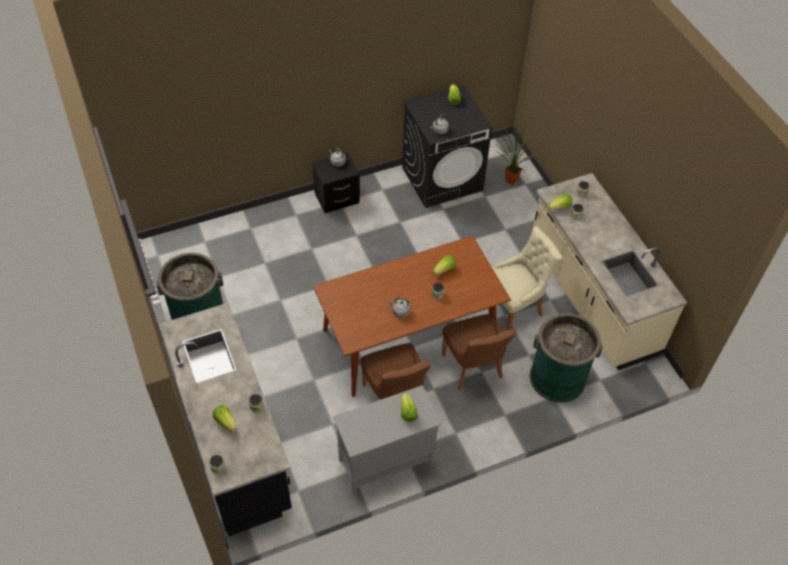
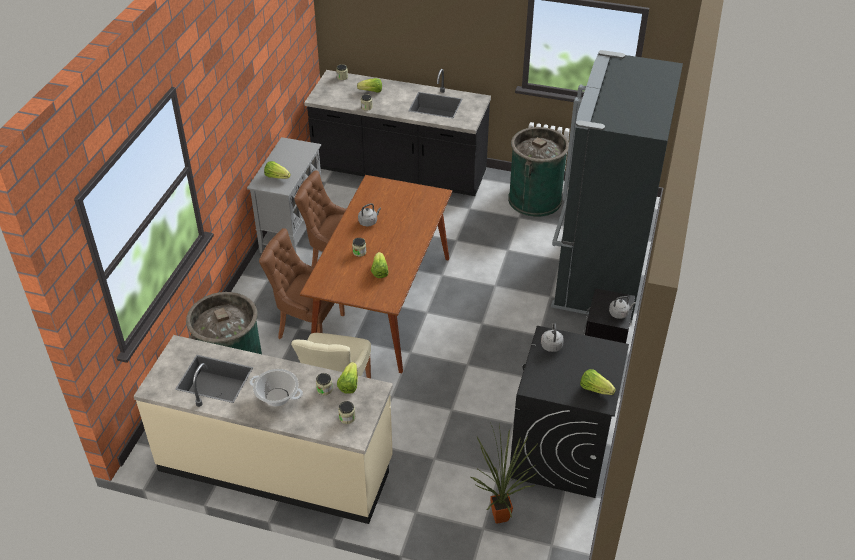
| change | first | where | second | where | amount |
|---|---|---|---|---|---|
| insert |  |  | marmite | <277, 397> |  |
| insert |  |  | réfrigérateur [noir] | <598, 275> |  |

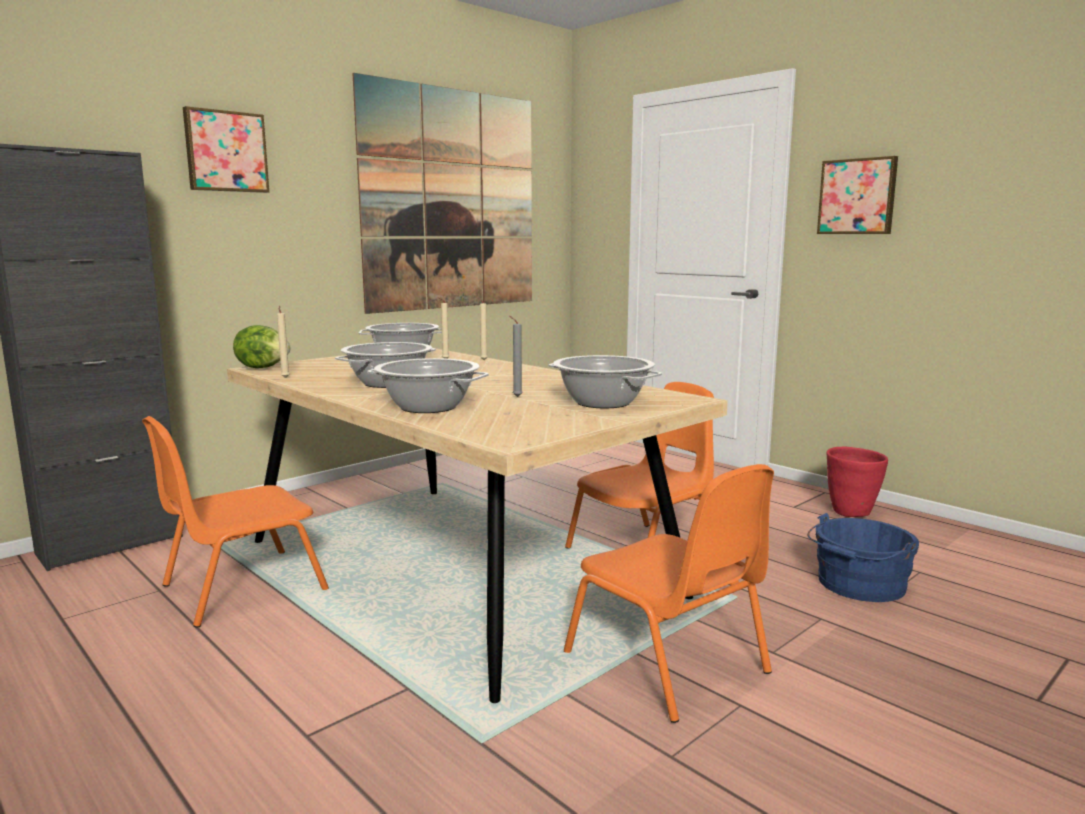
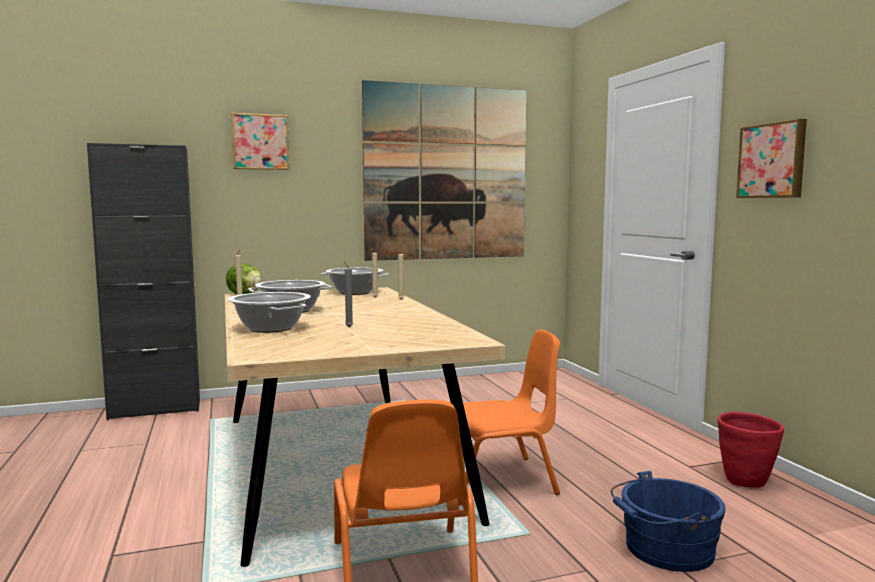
| change | first | where | second | where | amount |
|---|---|---|---|---|---|
| delete | chaise [orange] | <241, 588> |  |  |  |
| delete | marmite | <602, 402> |  |  |  |

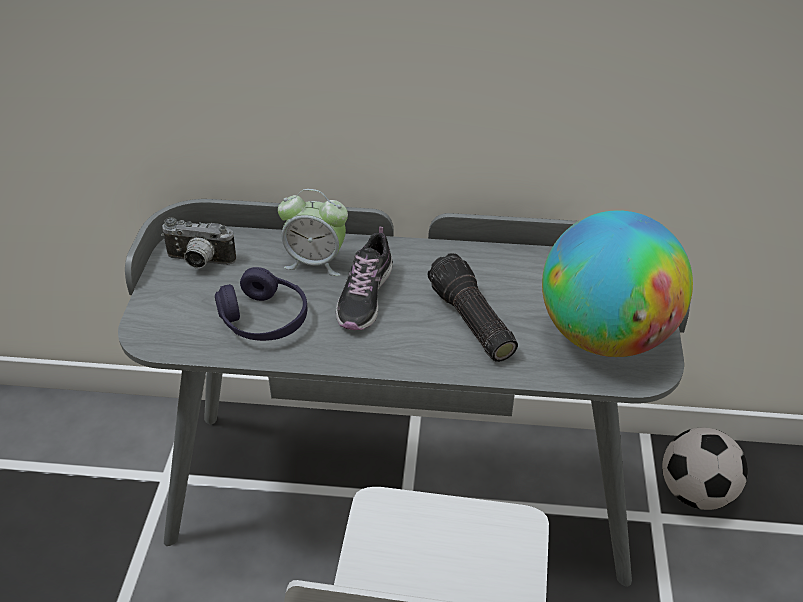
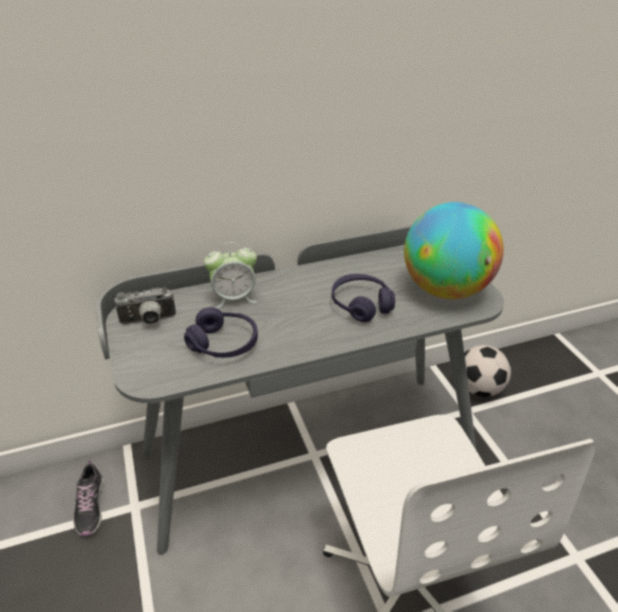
| change | first | where | second | where | amount |
|---|---|---|---|---|---|
| move | chaussure | <365, 296> |  | <90, 506> |  |
| replace | lampe de poche | <469, 321> | casque audio [violet] | <361, 305> |  |

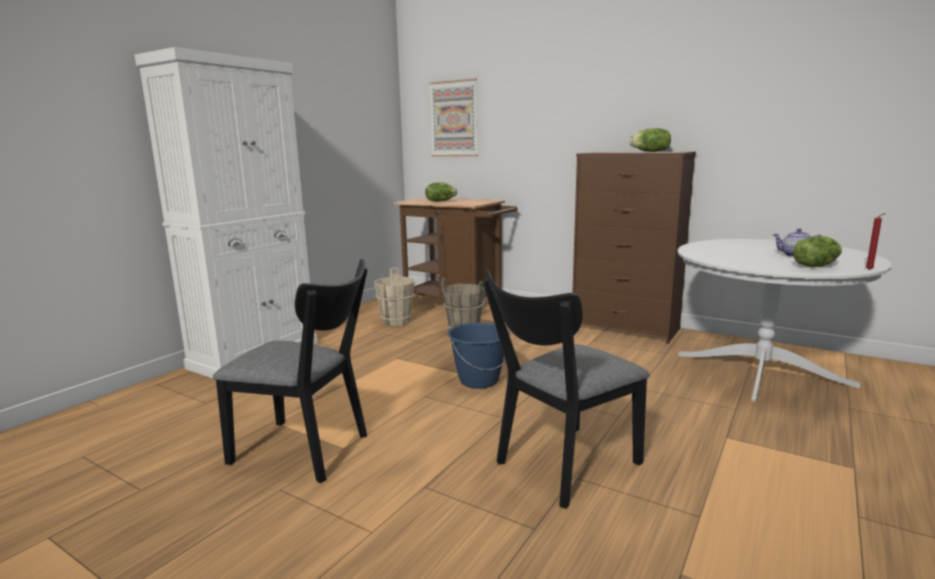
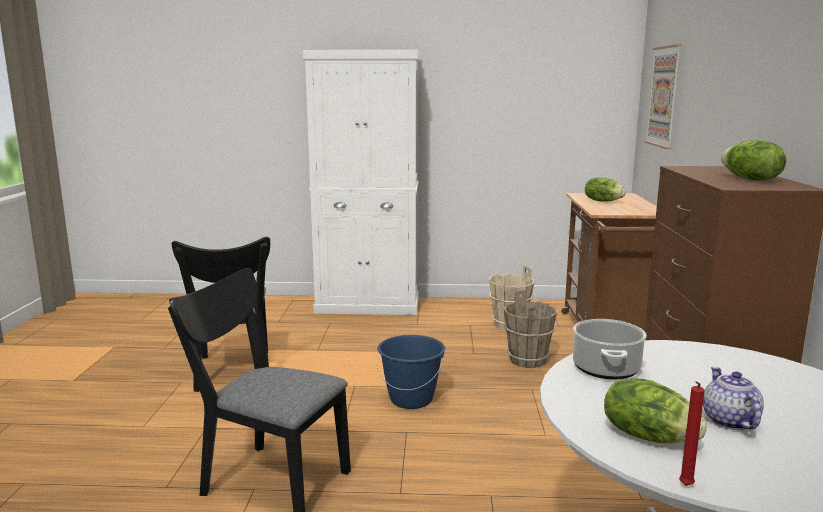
| change | first | where | second | where | amount |
|---|---|---|---|---|---|
| insert |  |  | marmite | <606, 369> |  |

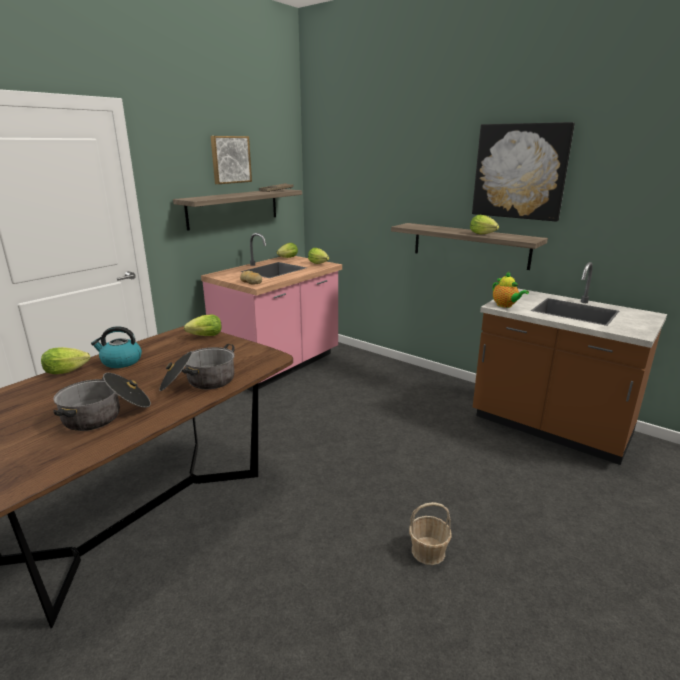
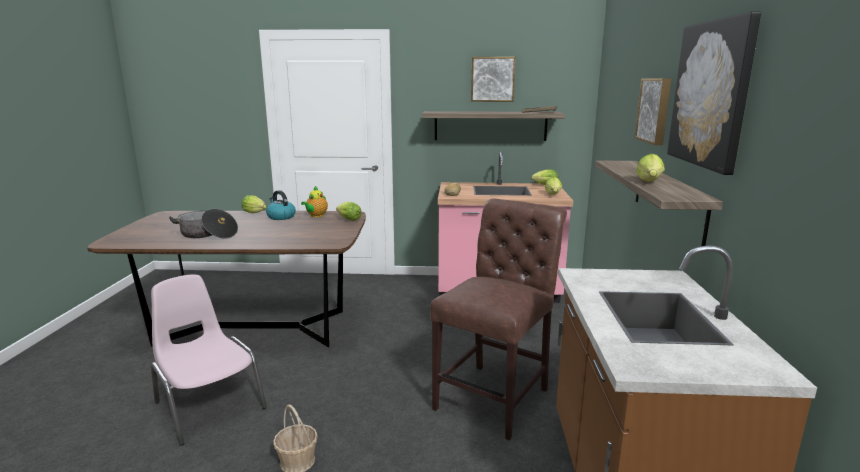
| change | first | where | second | where | amount |
|---|---|---|---|---|---|
| delete | marmite | <199, 382> |  |  |  |
| insert |  |  | chaise [rose] | <208, 405> |  |
| insert |  |  | chaise [marron] | <496, 395> |  |
| insert |  |  | tableau | <655, 110> |  |
| move | théière | <505, 305> |  | <316, 216> |  |

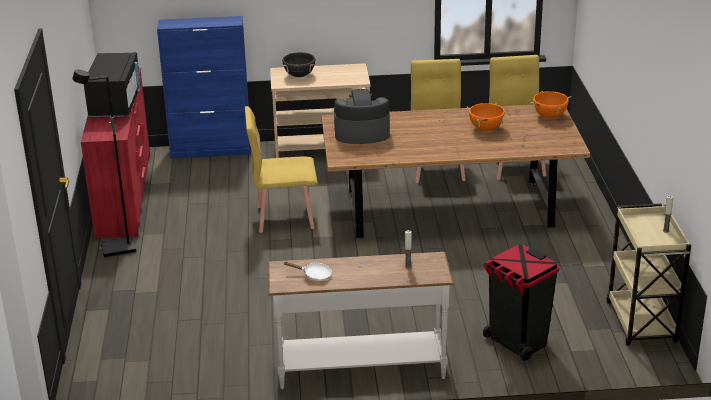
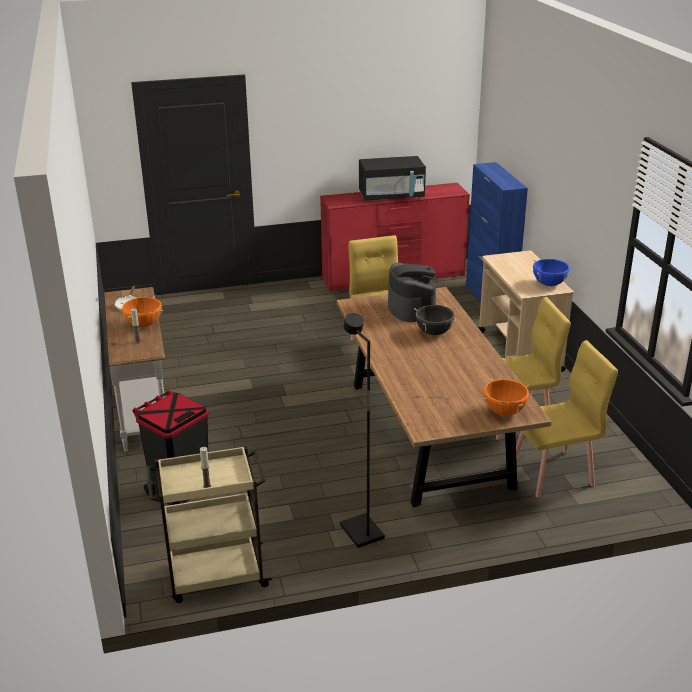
| change | first | where | second | where | amount |
|---|---|---|---|---|---|
| insert |  |  | marmite [bleu] | <549, 284> |  |
| move | lampadaire [noir] | <118, 249> |  | <360, 532> |  |
| move | marmite [noir] | <299, 75> |  | <434, 332> |  |
| move | marmite [orange] | <486, 128> |  | <144, 325> |  |

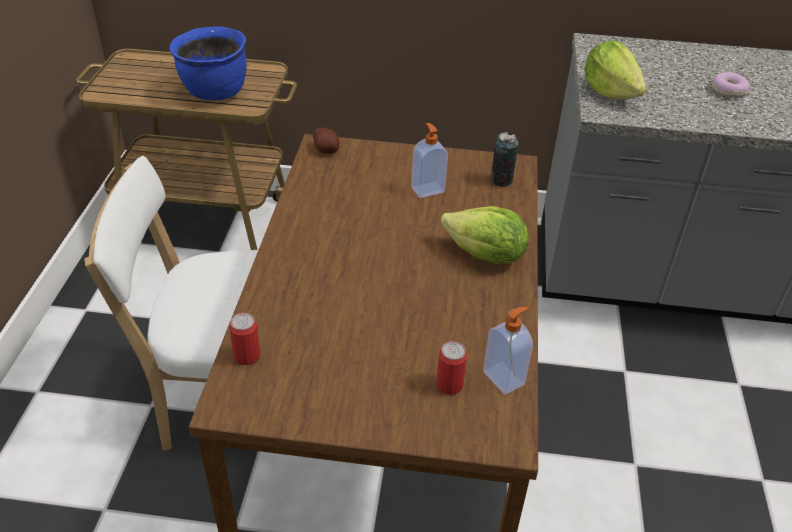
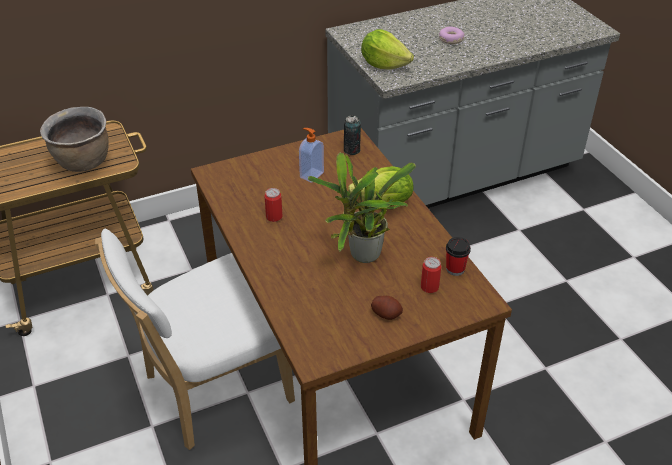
| change | first | where | second | where | amount |
|---|---|---|---|---|---|
| insert |  |  | plante en pot | <362, 257> |  |
| move | boîte métallique | <247, 356> |  | <274, 217> |  |
| move | pomme de terre | <326, 150> |  | <386, 314> |  |
| replace | distributeur de savon | <504, 377> | tasse | <455, 269> |  |
| recolor | marmite [bleu] | <215, 92> | marmite [marron] | <83, 162> |  |

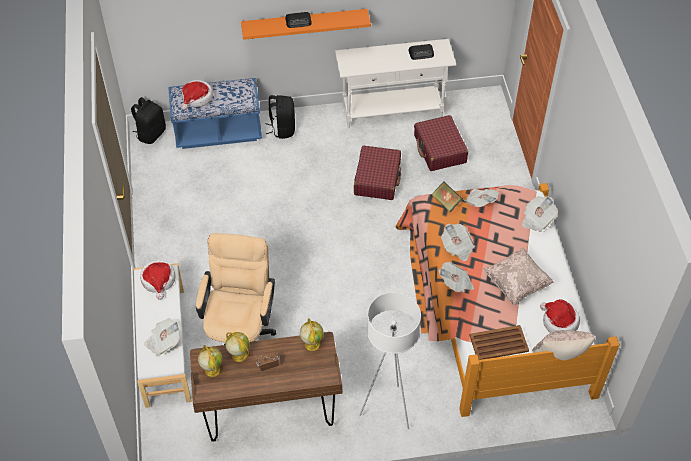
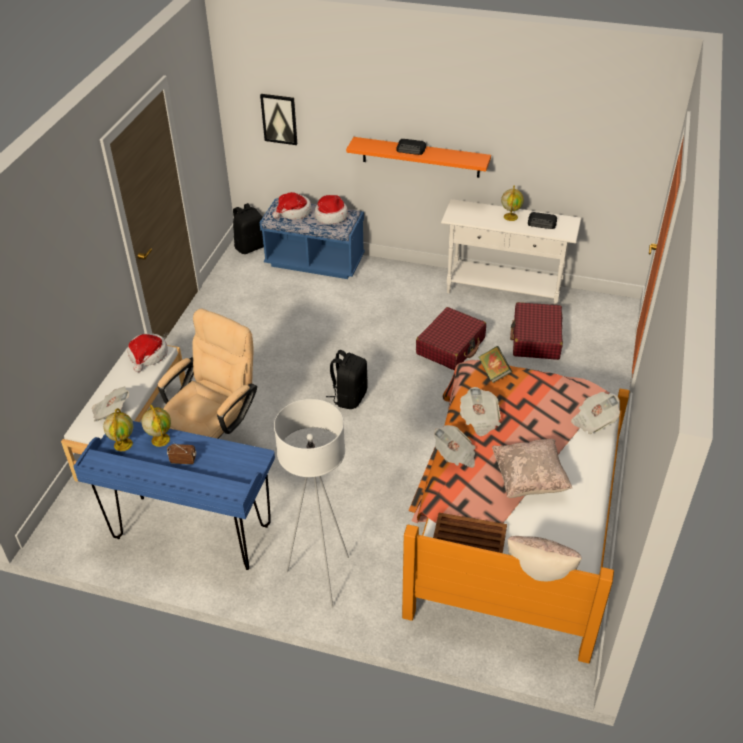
| change | first | where | second | where | amount |
|---|---|---|---|---|---|
| delete | journal | <480, 202> |  |  |  |
| insert |  |  | tableau | <279, 119> |  |
| move | sac à dos [noir] | <282, 129> |  | <349, 397> |  |
| move | globe | <312, 344> |  | <510, 216> |  |
| move | chapeau | <559, 322> |  | <330, 216> |  |
| recolor | bureau [marron] | <270, 413> | bureau [bleu] | <192, 533> |  |

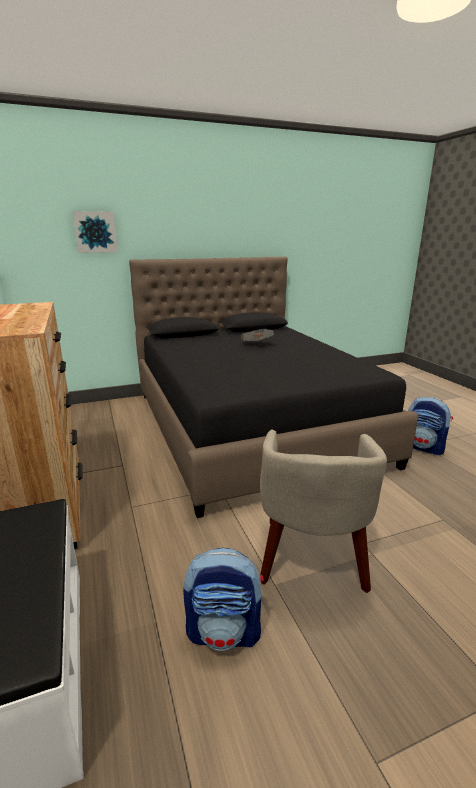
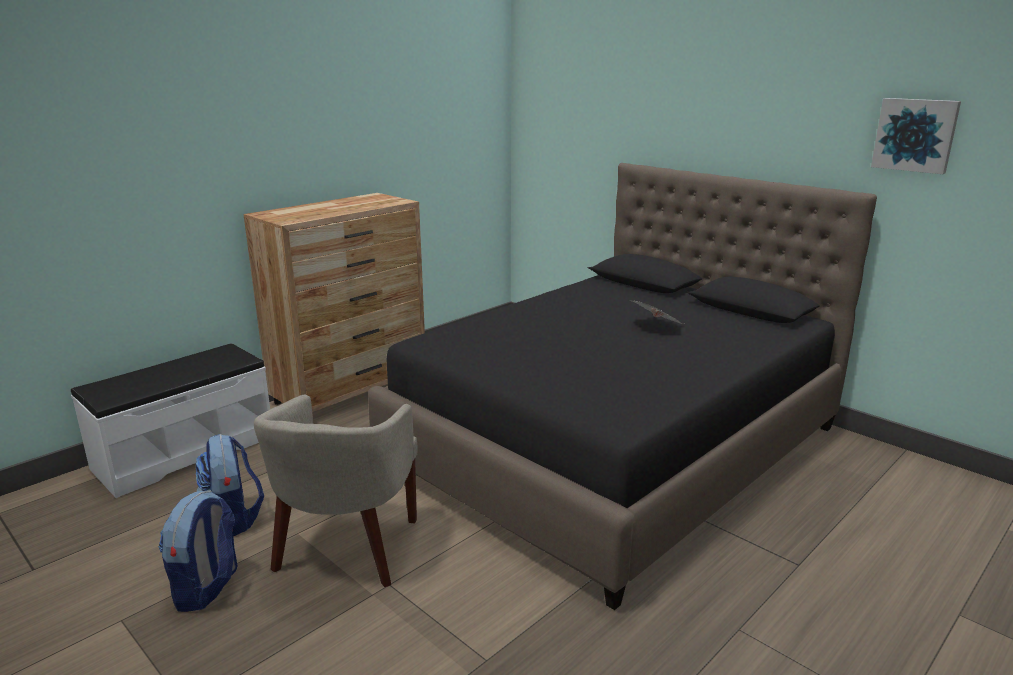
| change | first | where | second | where | amount |
|---|---|---|---|---|---|
| move | tableau | <95, 232> |  | <915, 135> |  |
| move | sac à dos | <423, 447> |  | <207, 588> |  |
| rotate | fauteuil [beige] | <311, 557> |  | <347, 549> | 60 degrees counterclockwise |

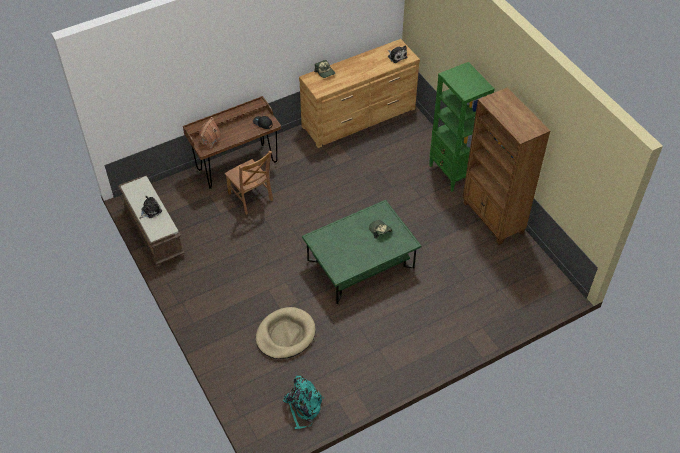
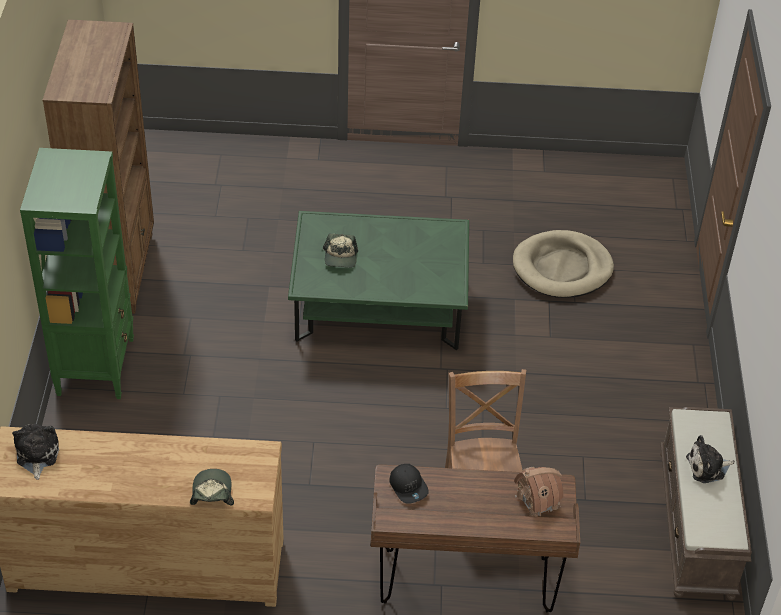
| change | first | where | second | where | amount |
|---|---|---|---|---|---|
| delete | sac à dos [turquoise] | <303, 407> |  |  |  |

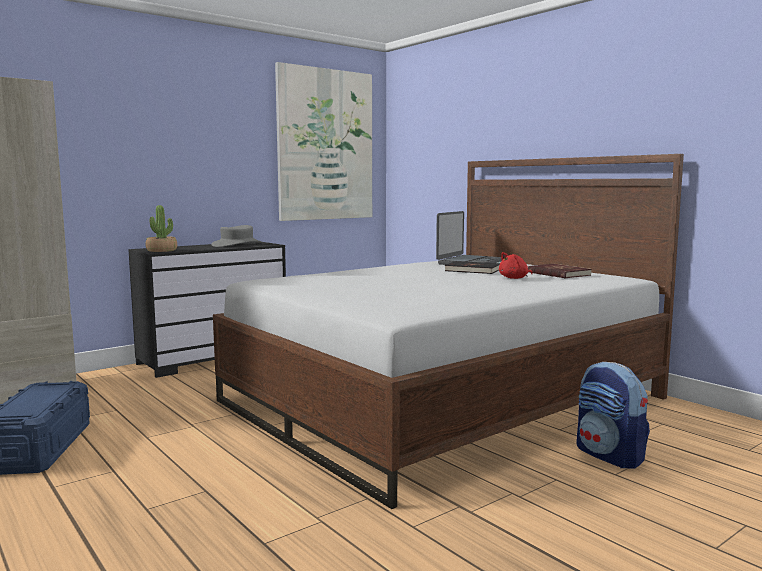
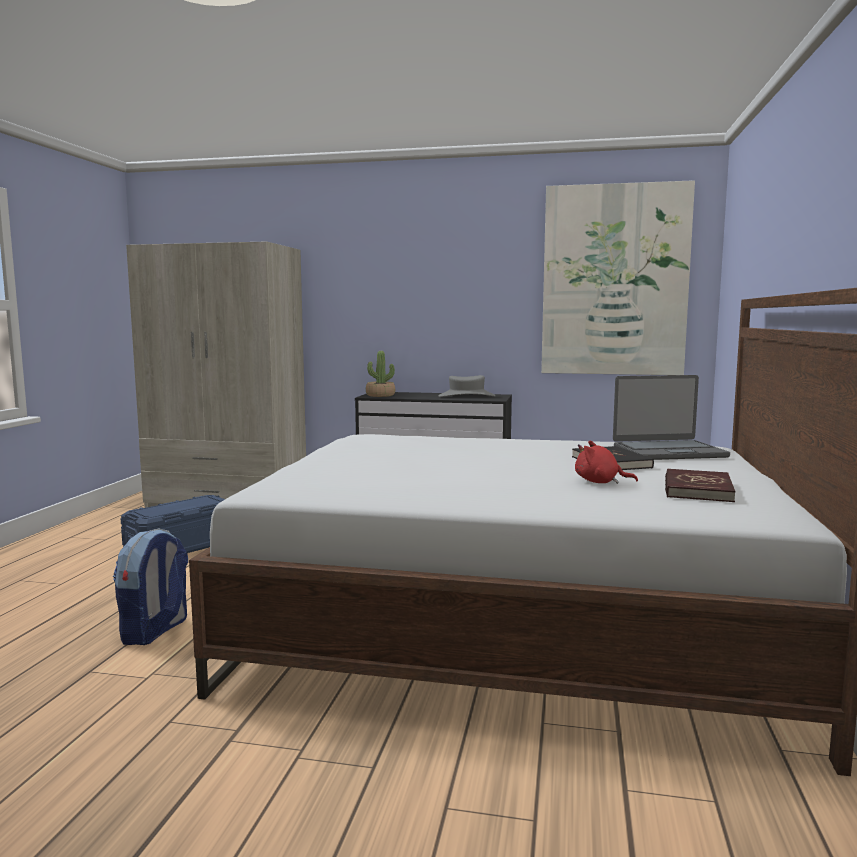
| change | first | where | second | where | amount |
|---|---|---|---|---|---|
| move | sac à dos | <610, 456> |  | <155, 631> |  |

